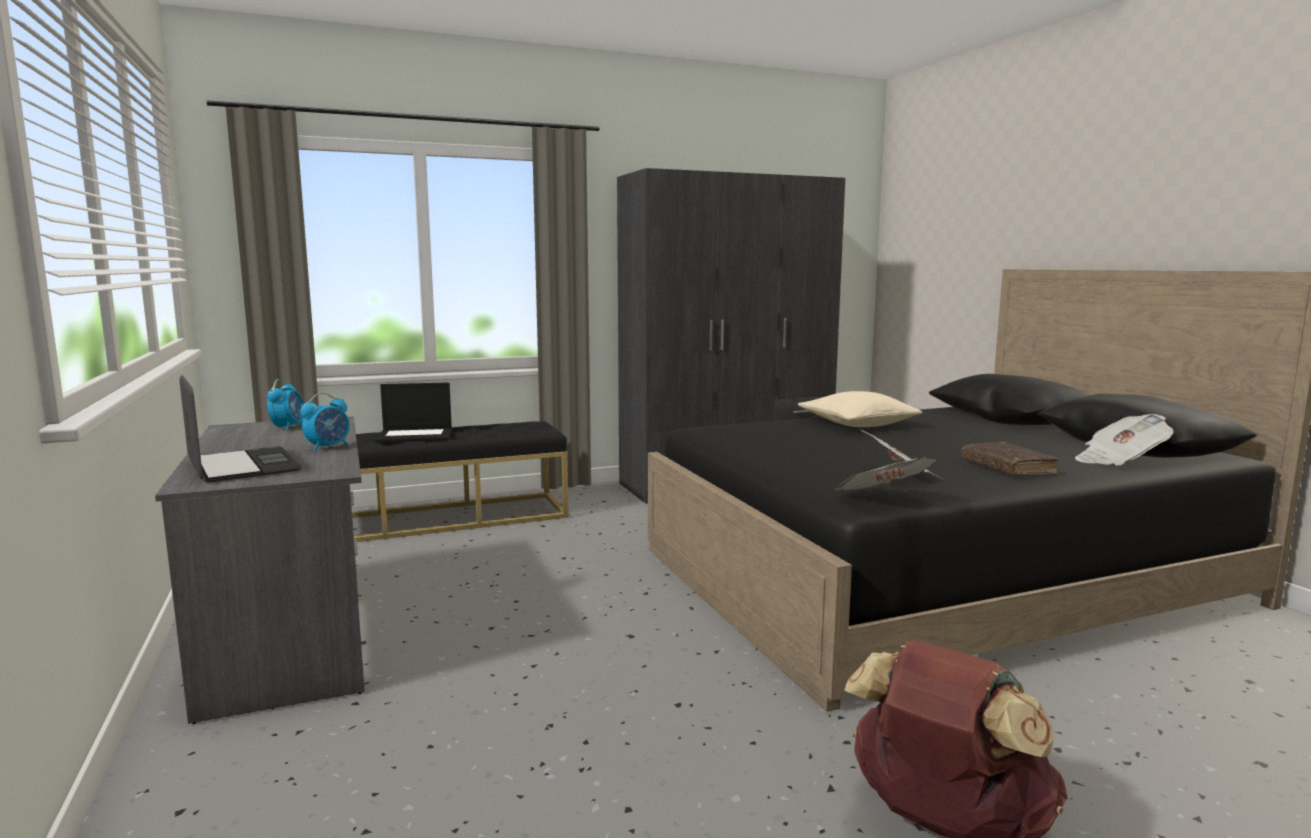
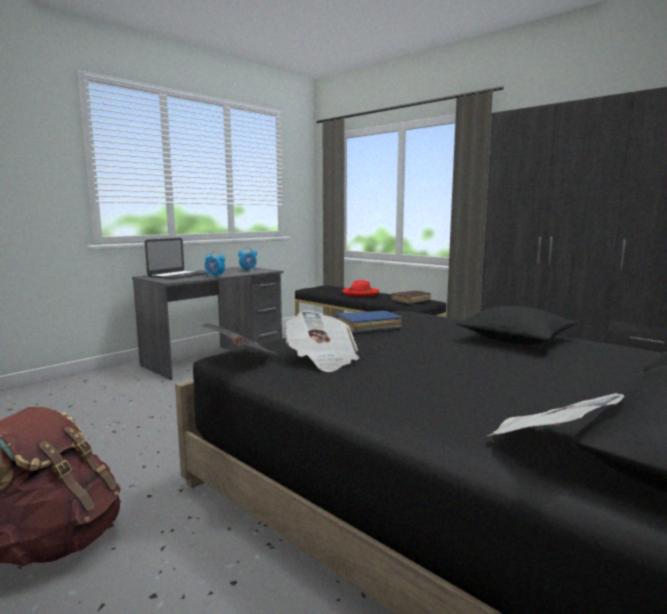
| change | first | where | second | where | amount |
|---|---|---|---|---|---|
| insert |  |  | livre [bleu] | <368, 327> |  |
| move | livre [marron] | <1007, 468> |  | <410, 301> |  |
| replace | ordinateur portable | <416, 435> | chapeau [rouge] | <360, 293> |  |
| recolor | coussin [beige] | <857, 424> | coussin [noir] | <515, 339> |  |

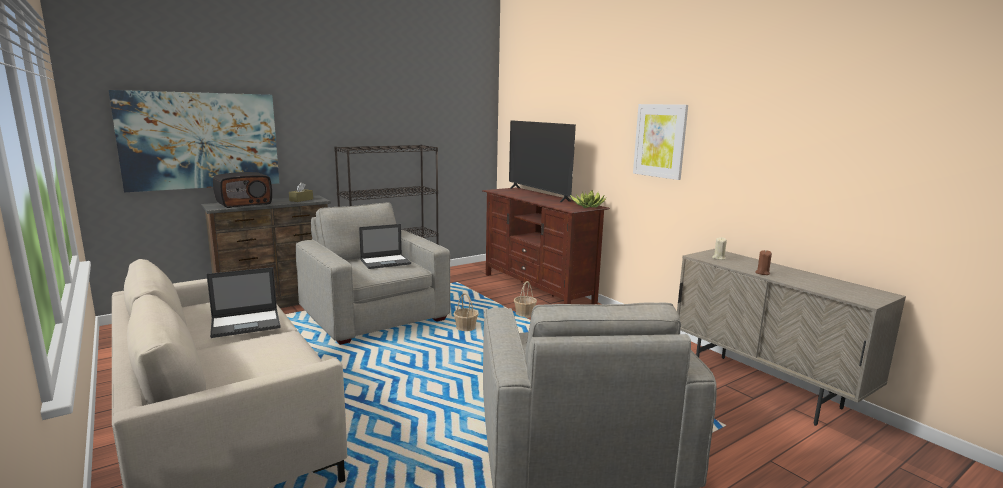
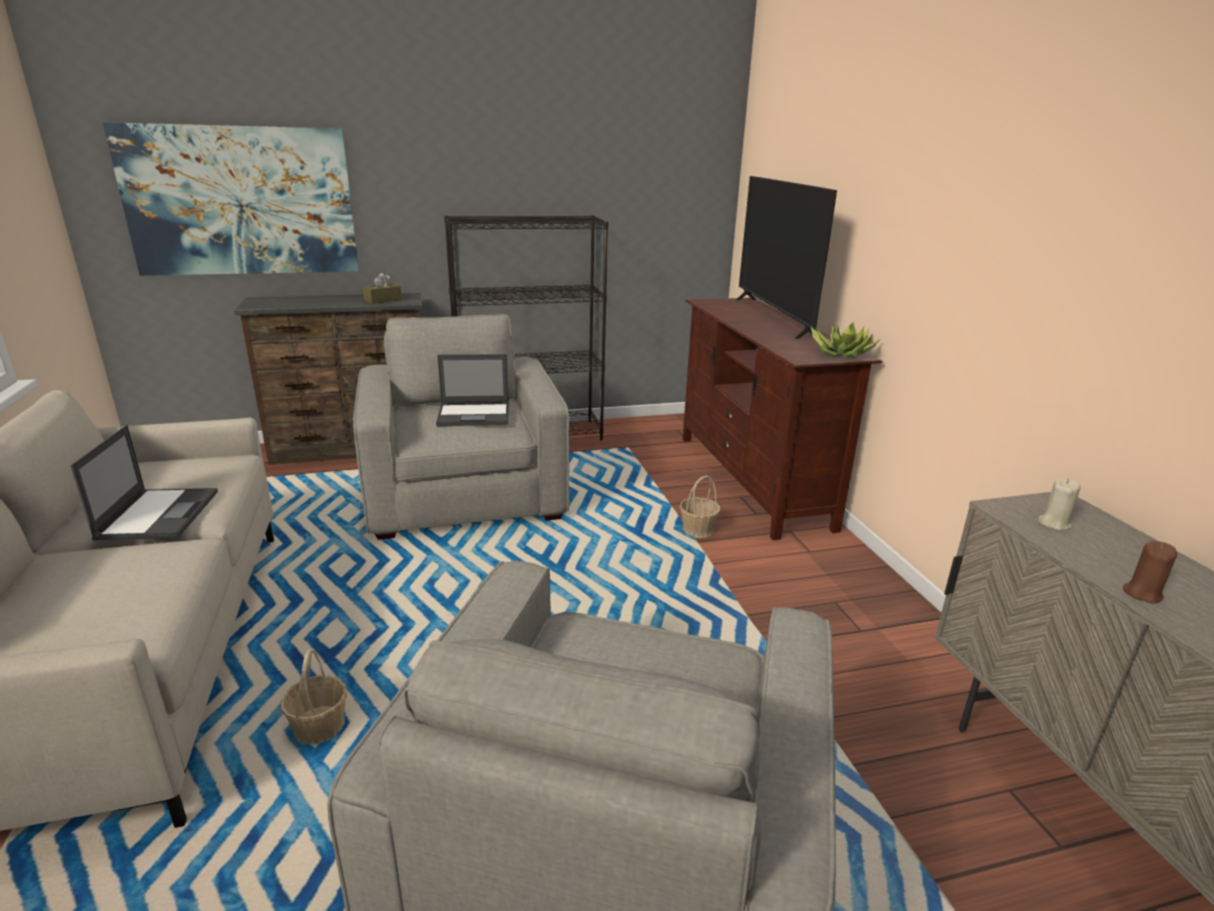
| change | first | where | second | where | amount |
|---|---|---|---|---|---|
| delete | radio | <244, 203> |  |  |  |
| delete | tableau | <660, 141> |  |  |  |
| move | panier | <466, 328> |  | <320, 726> |  |
| rotate | ordinateur portable | <247, 323> |  | <159, 513> | 90 degrees counterclockwise |

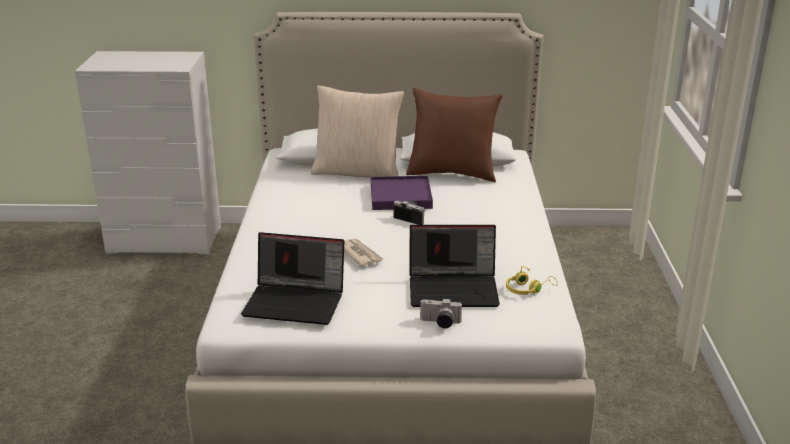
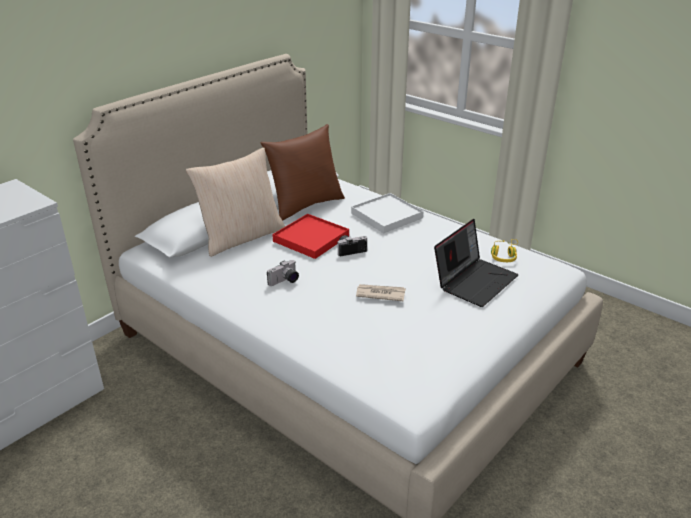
| change | first | where | second | where | amount |
|---|---|---|---|---|---|
| delete | ordinateur portable | <296, 302> |  |  |  |
| insert |  |  | plateau [blanc] | <386, 216> |  |
| move | appareil photo | <440, 323> |  | <285, 281> |  |
| recolor | plateau [violet] | <401, 196> | plateau [rouge] | <311, 238> |  |

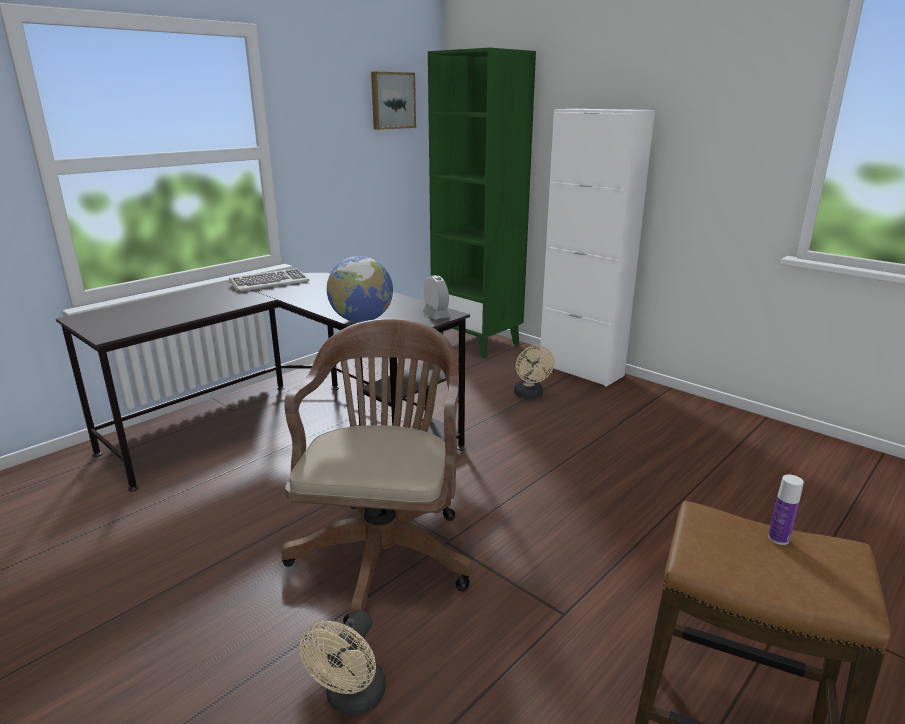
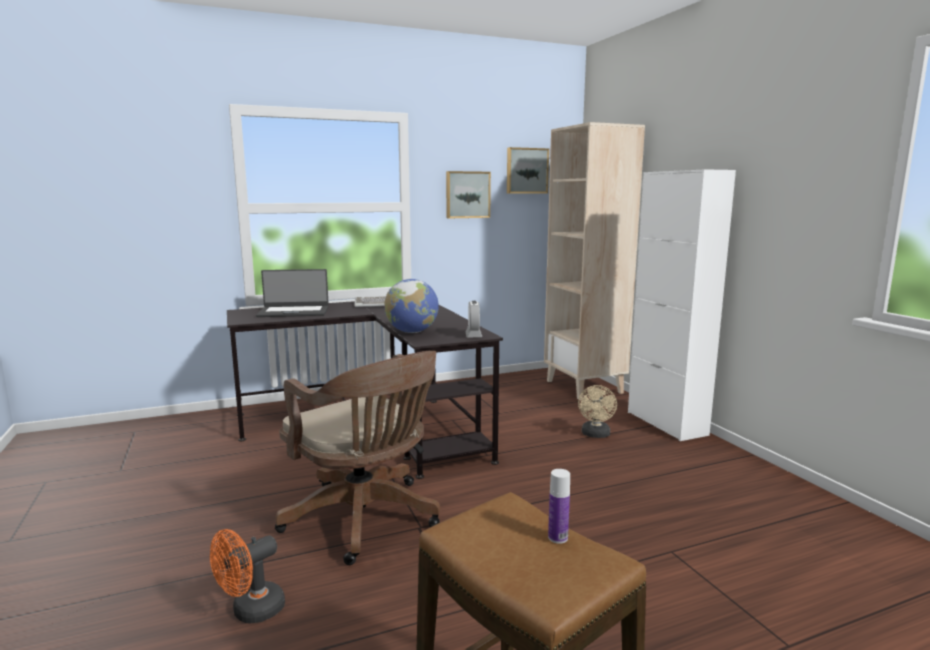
| change | first | where | second | where | amount |
|---|---|---|---|---|---|
| insert |  |  | ordinateur portable | <294, 312> |  |
| insert |  |  | tableau | <467, 194> |  |
| recolor | ventilateur [beige] | <351, 700> | ventilateur [orange] | <251, 612> |  |
| recolor | bibliothèque [vert] | <478, 342> | bibliothèque [beige] | <585, 387> |  |
| rotate | chaise de bureau [marron] | <384, 550> |  | <366, 520> | 105 degrees clockwise |

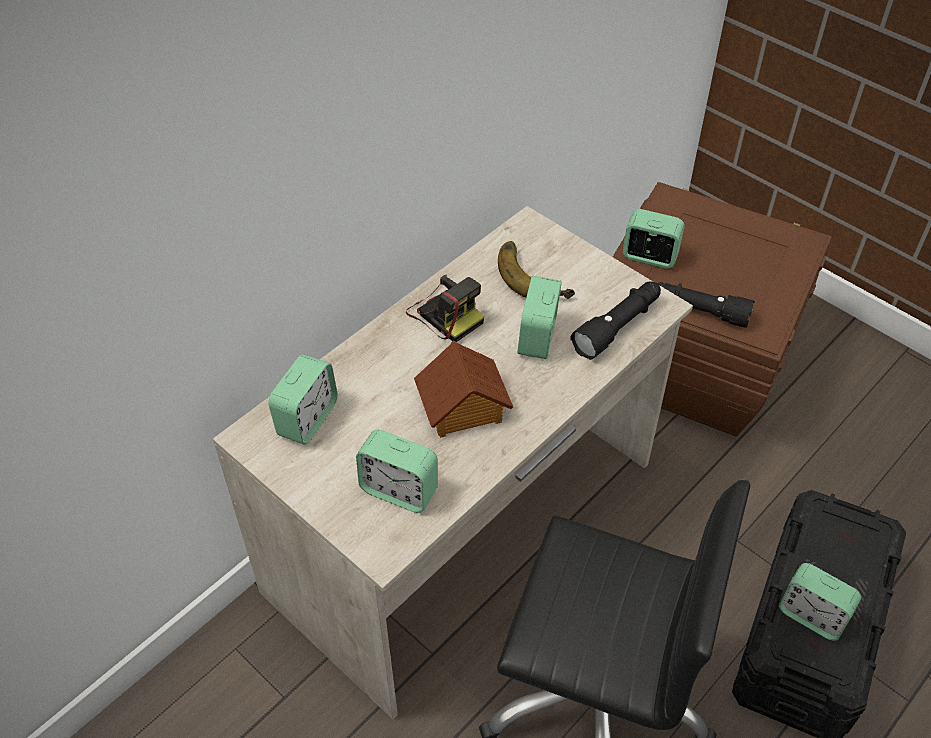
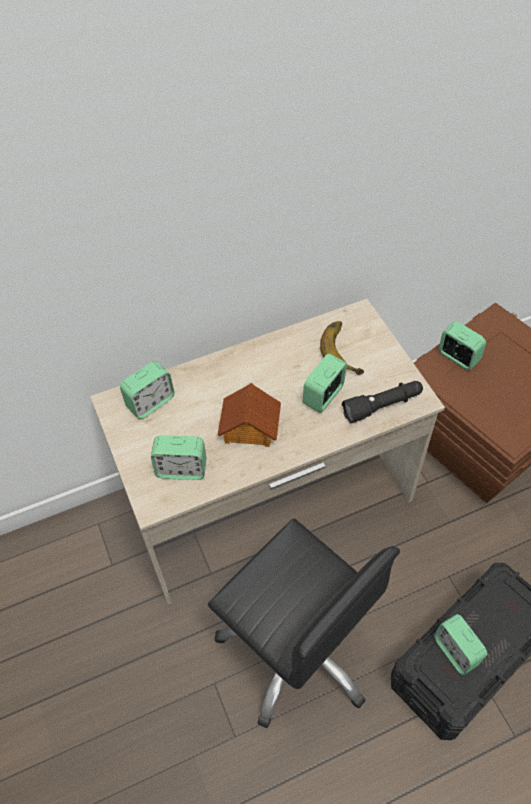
| change | first | where | second | where | amount |
|---|---|---|---|---|---|
| delete | appareil photo | <445, 314> |  |  |  |
| delete | lampe de poche [noir] | <699, 311> |  |  |  |
| rotate | réveil | <399, 490> |  | <182, 469> | 45 degrees counterclockwise |

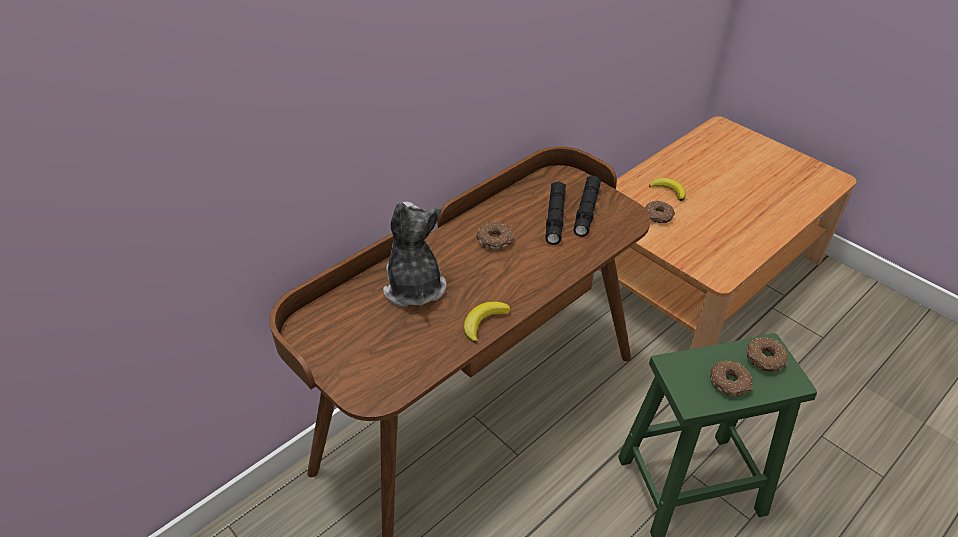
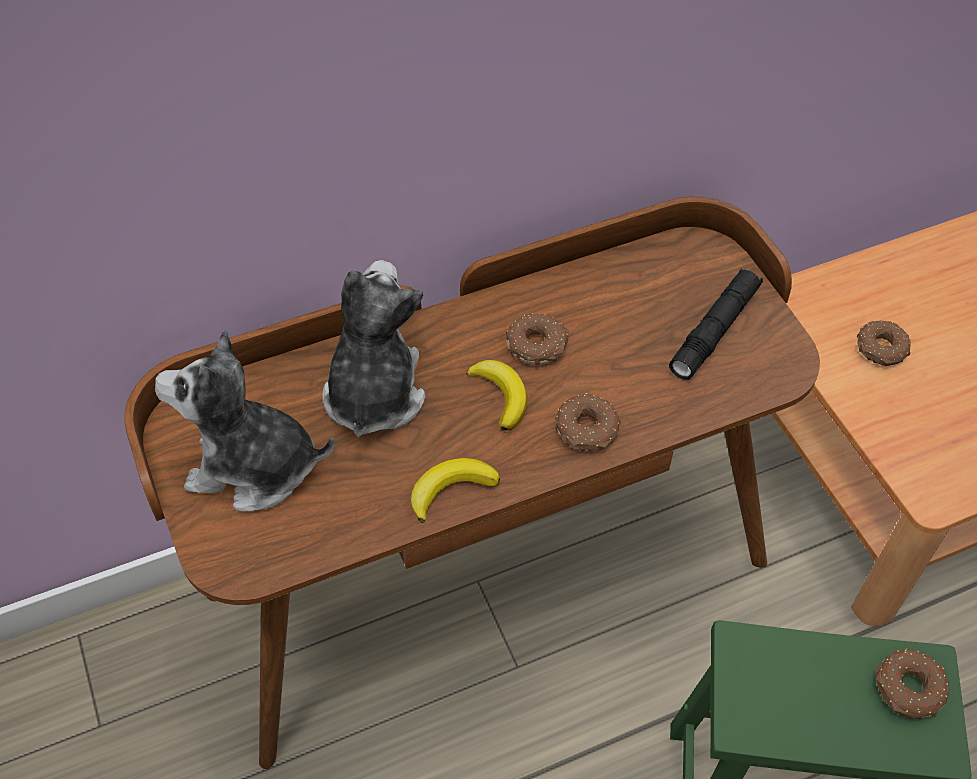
| change | first | where | second | where | amount |
|---|---|---|---|---|---|
| delete | lampe de poche [noir] | <555, 217> |  |  |  |
| insert |  |  | peluche | <253, 467> |  |
| move | banane | <669, 191> |  | <501, 396> |  |
| move | beignet | <730, 383> |  | <587, 430> |  |

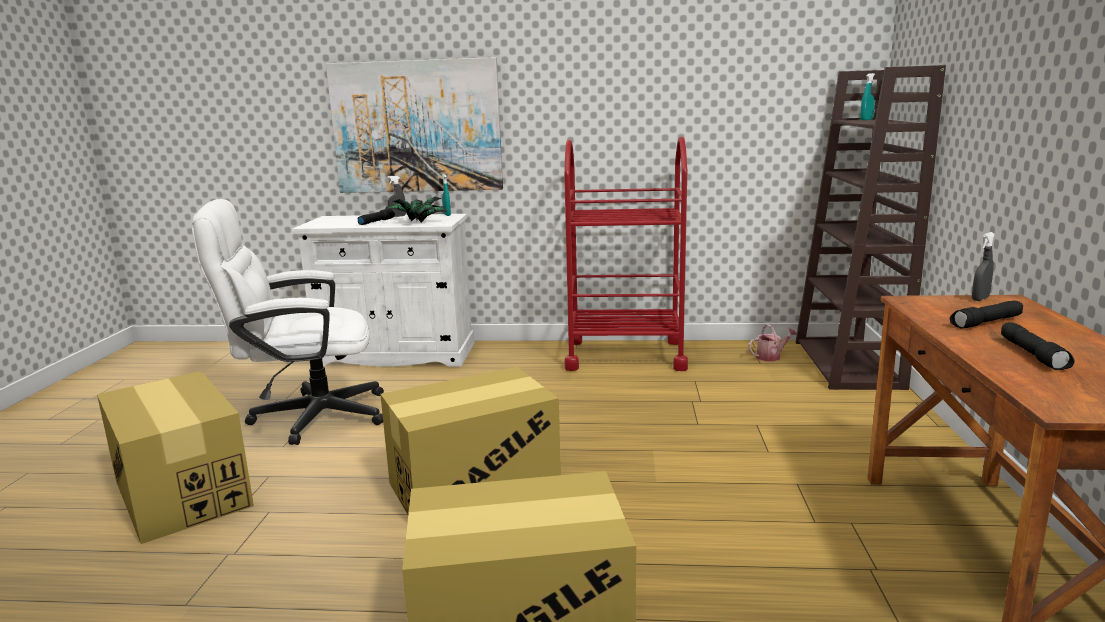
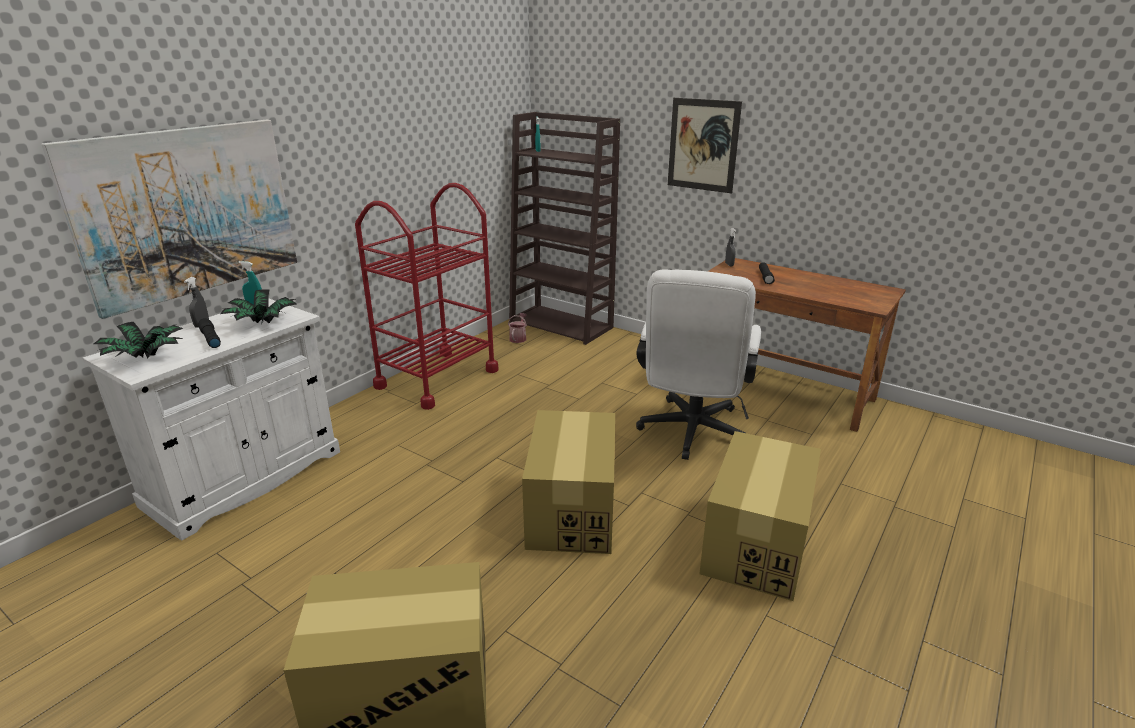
| change | first | where | second | where | amount |
|---|---|---|---|---|---|
| delete | lampe de poche [noir] | <1033, 355> |  |  |  |
| insert |  |  | plante en pot | <145, 358> |  |
| insert |  |  | tableau | <703, 145> |  |
| move | chaise de bureau [blanc] | <306, 417> |  | <691, 434> |  |

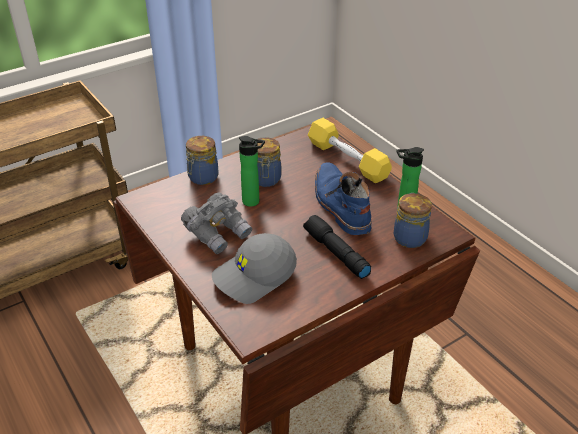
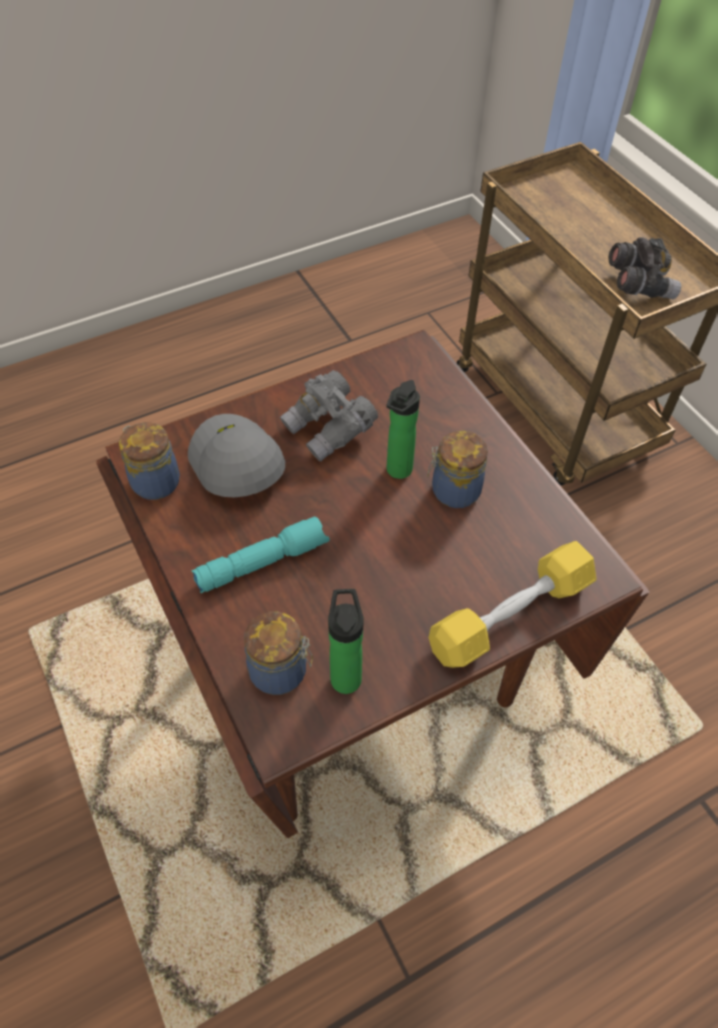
| change | first | where | second | where | amount |
|---|---|---|---|---|---|
| delete | botte [bleu] | <340, 205> |  |  |  |
| insert |  |  | jumelles [gris] | <638, 285> |  |
| move | bocal | <202, 178> |  | <154, 481> |  |
| recolor | lampe de poche [noir] | <335, 253> | lampe de poche [turquoise] | <263, 561> |  |

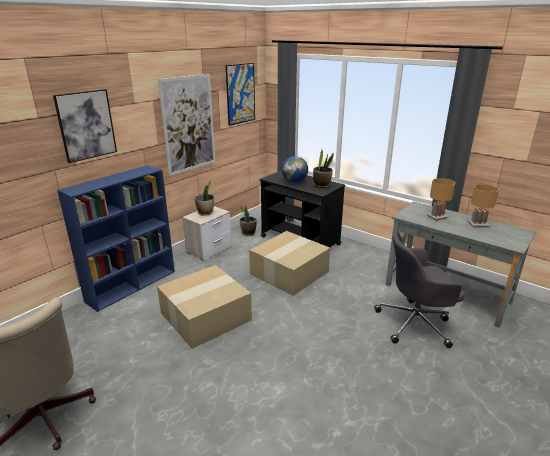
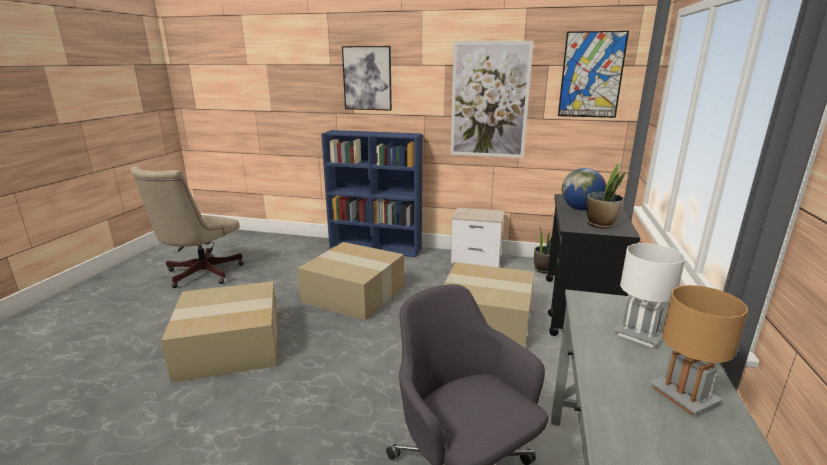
| change | first | where | second | where | amount |
|---|---|---|---|---|---|
| delete | plante en pot | <205, 213> |  |  |  |
| insert |  |  | carton | <228, 347> |  |
| recolor | lampe de table [marron] | <437, 217> | lampe de table [blanc] | <638, 334> |  |

